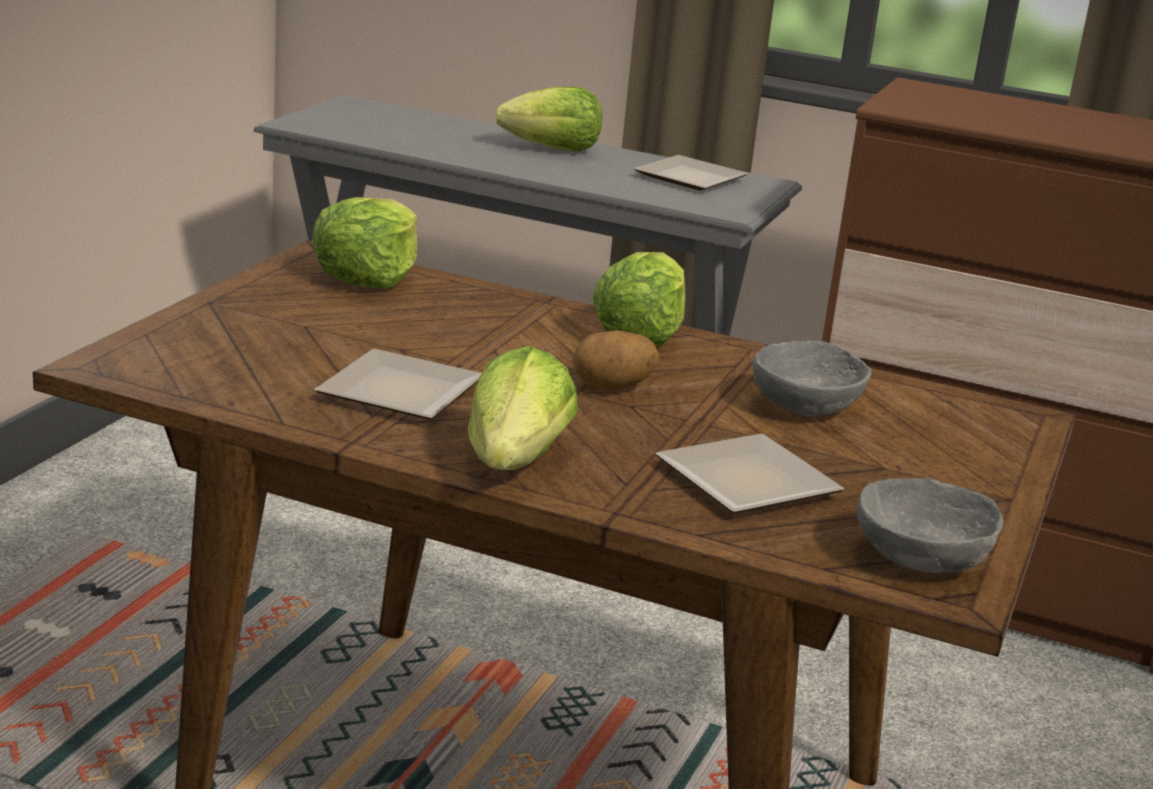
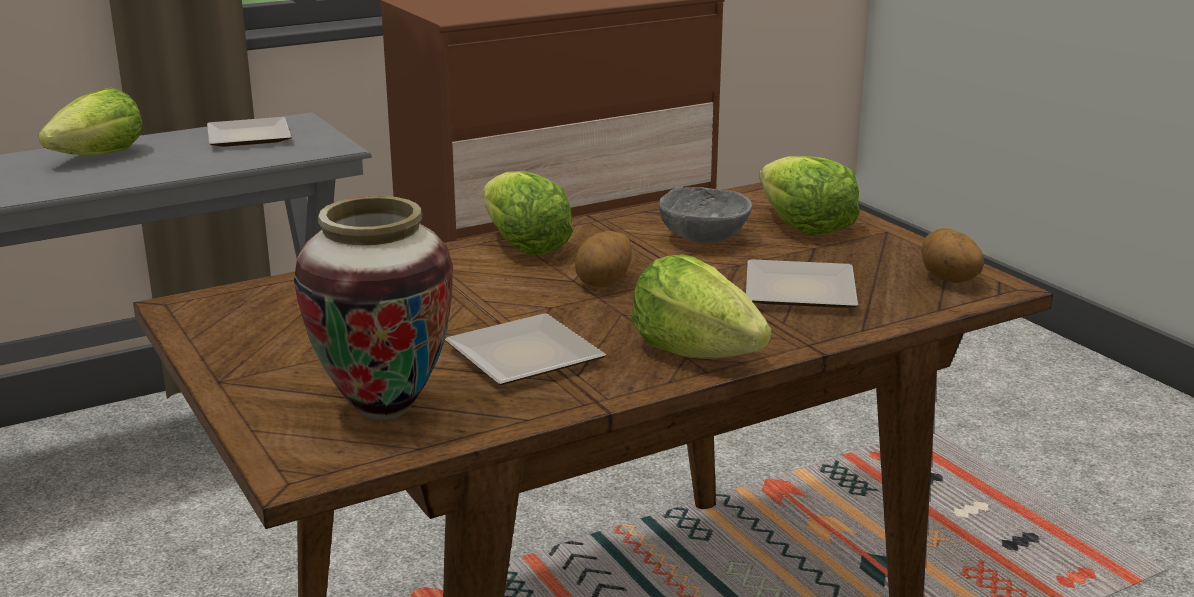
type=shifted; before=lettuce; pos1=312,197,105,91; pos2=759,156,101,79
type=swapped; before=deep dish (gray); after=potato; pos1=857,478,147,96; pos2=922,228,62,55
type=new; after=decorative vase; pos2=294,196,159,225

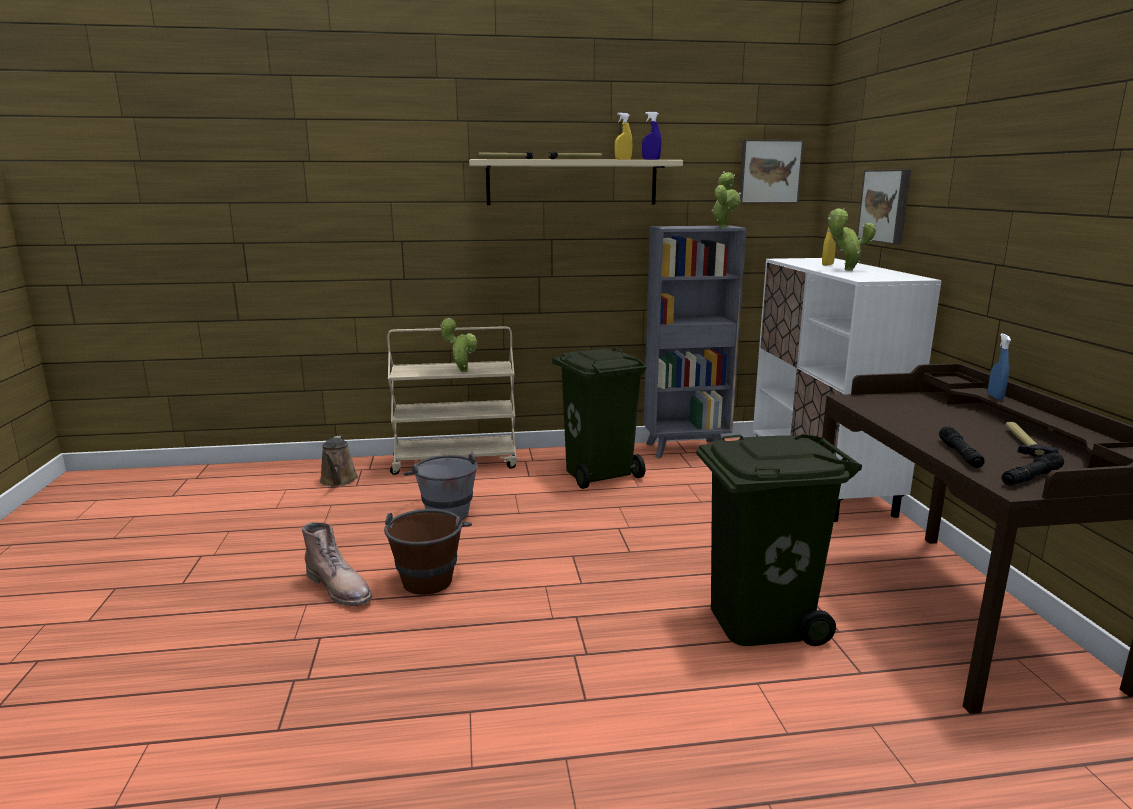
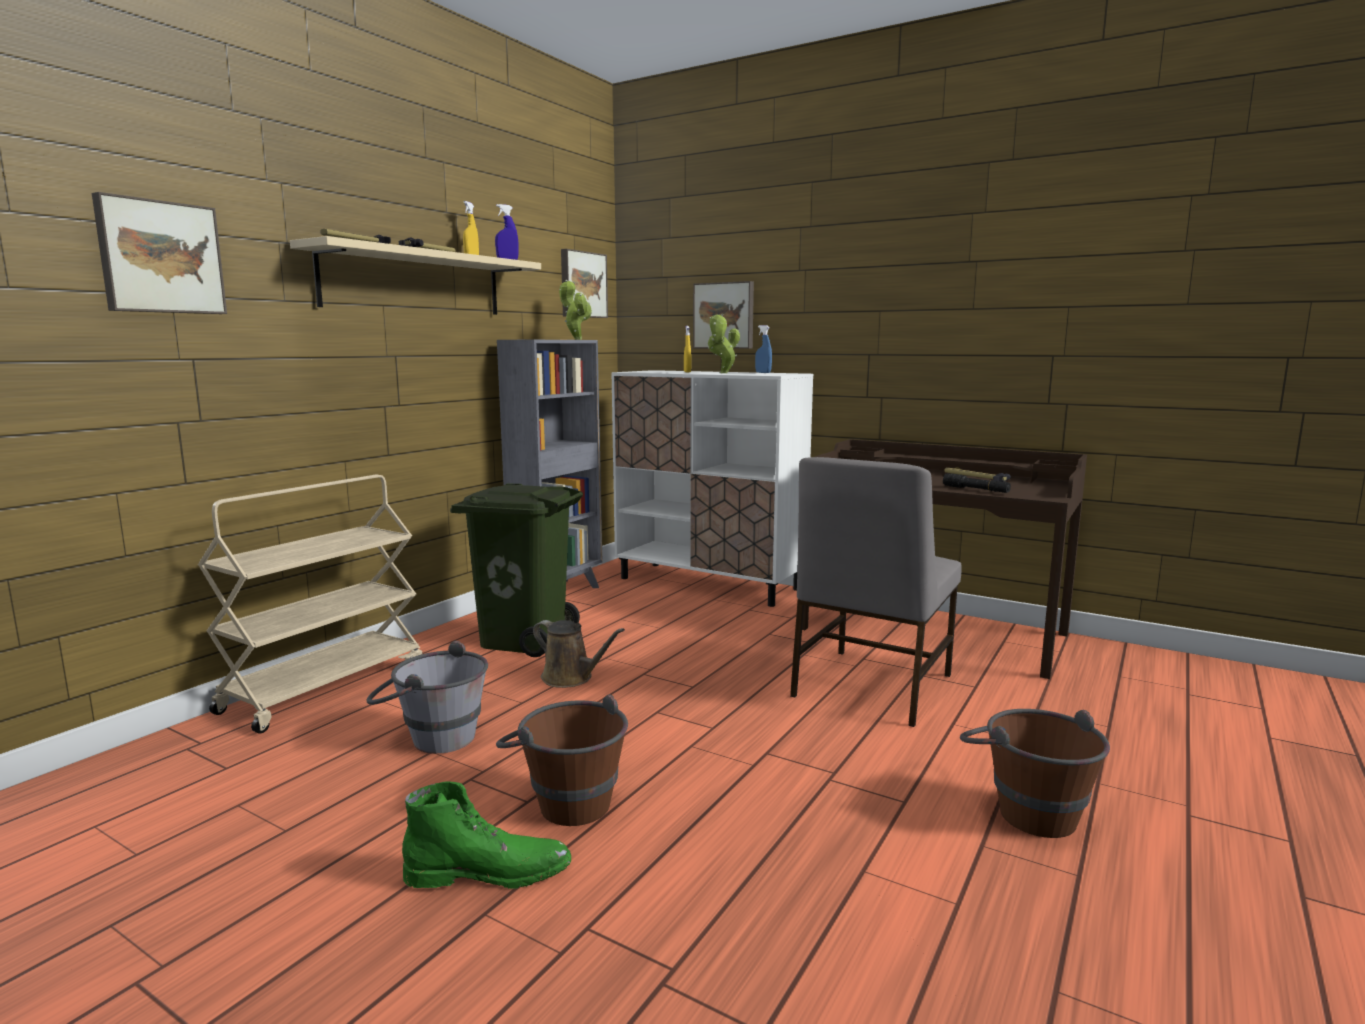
type=gone; before=potted plant; pos1=440,318,37,54
type=shifted; before=hand sprayer (blue-coloured); pos1=988,334,23,66; pos2=755,325,17,48
type=swapped; before=trash can (greenish); after=plain chair (gray); pos1=696,434,166,212; pos2=790,457,172,270
type=shifted; before=watering can (brown); pos1=320,436,38,50; pos2=533,620,92,68
type=gone; before=flashlight (black-coloured); pos1=1002,453,62,33
type=repainted; before=tall boot (brown); after=tall boot (greenish); pos1=302,523,70,83; pos2=402,781,169,108
type=new; after=wall art; pos2=92,192,135,122
type=new; after=water bucket (brown); pos2=960,709,150,129

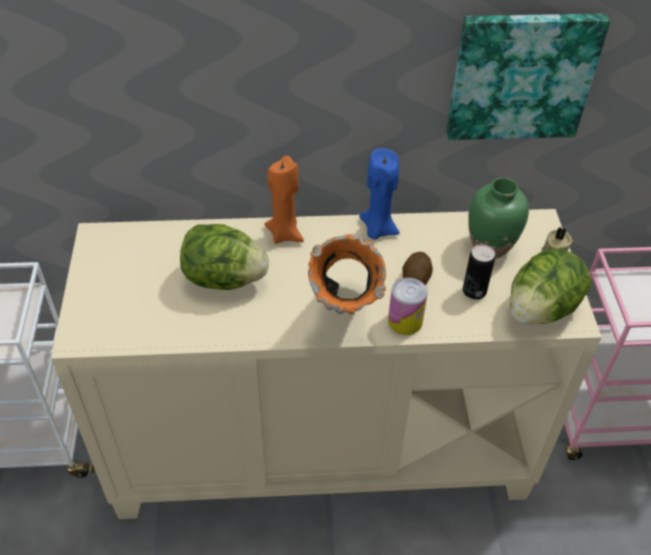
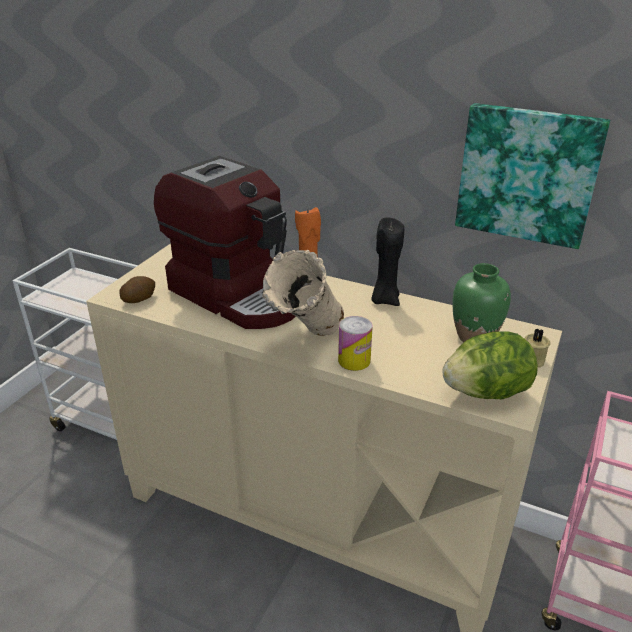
type=repainted; before=candle (blue-coloured); after=candle (black-coloured); pos1=359,148,41,92; pos2=371,217,33,89
type=swapped; before=lettuce; after=coffee brewer; pos1=180,224,89,66; pos2=154,156,142,173
type=repainted; before=decorative vase (orange); after=decorative vase (beige); pos1=308,234,78,80; pos2=262,250,82,86
type=gone; before=can; pos1=463,244,32,55
type=shifted; before=potato; pos1=402,252,31,33; pos2=120,276,35,27

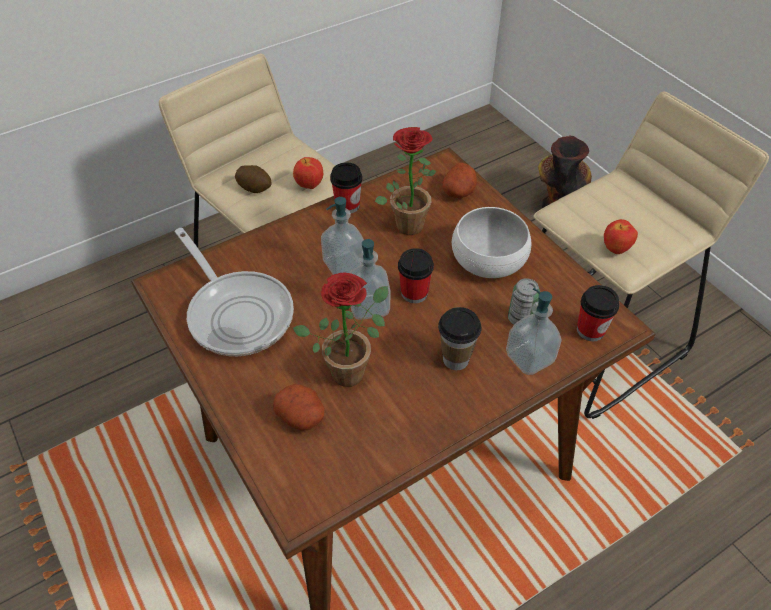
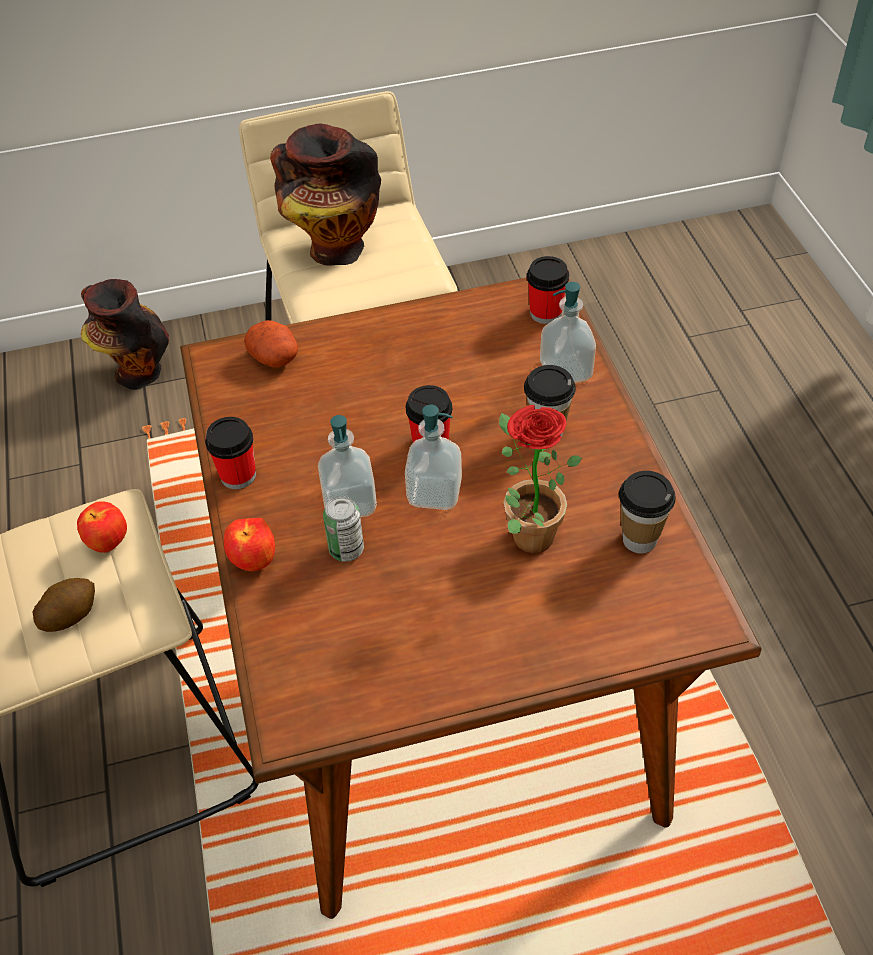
type=gone; before=potted plant; pos1=375,127,61,108
type=gone; before=deep dish (white-coloured); pos1=452,207,79,71
type=shifted; before=apple; pos1=604,219,34,35; pos2=224,518,51,53
type=gone; before=skillet; pos1=175,228,119,128
type=shifted; before=can; pos1=508,278,32,47; pos2=323,496,41,66
type=gone; before=potato; pos1=273,384,52,47
type=new; after=decorative vase; pos2=270,124,111,142
type=new; after=cup; pos2=619,471,57,83

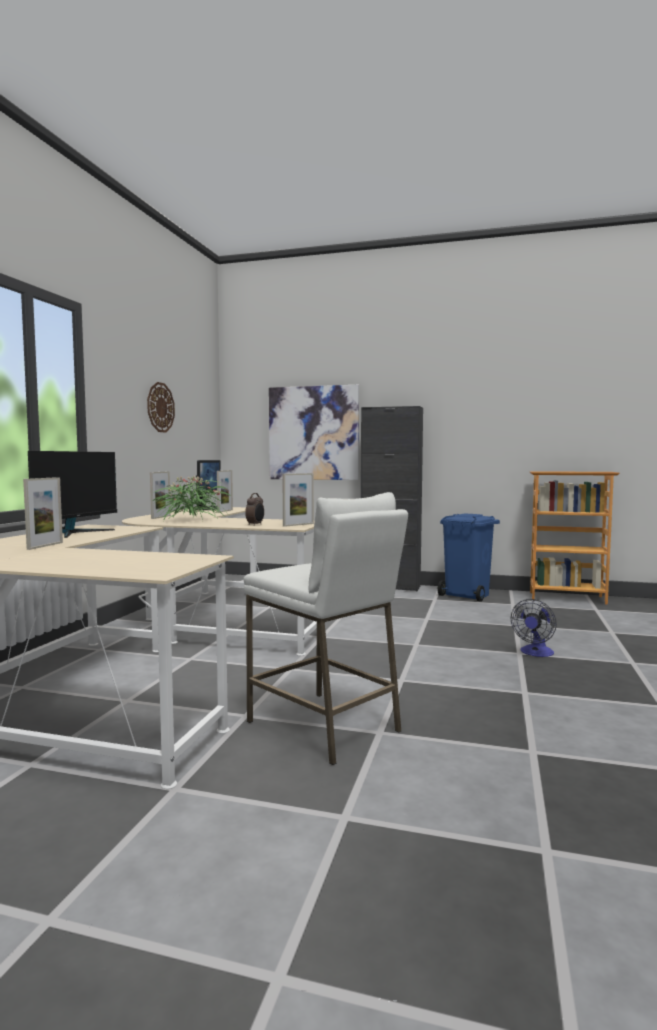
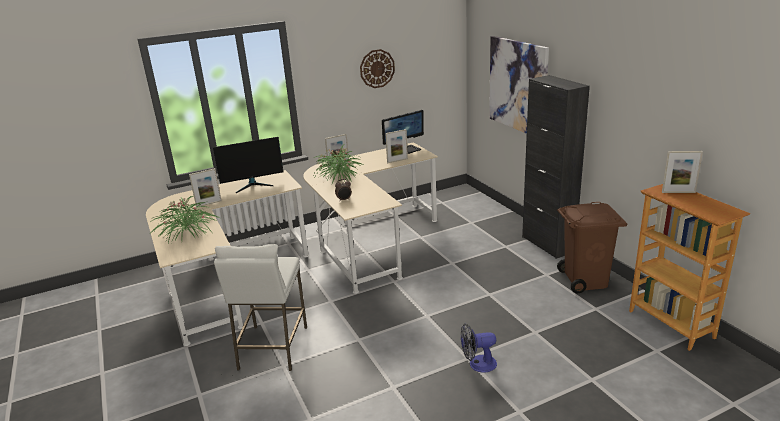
type=shifted; before=standing frame; pos1=282,473,32,54; pos2=662,151,41,42
type=repainted; before=trash can (blue-coloured); after=trash can (brown); pos1=437,514,63,88; pos2=557,202,70,91
type=new; after=potted plant; pos2=150,196,70,47

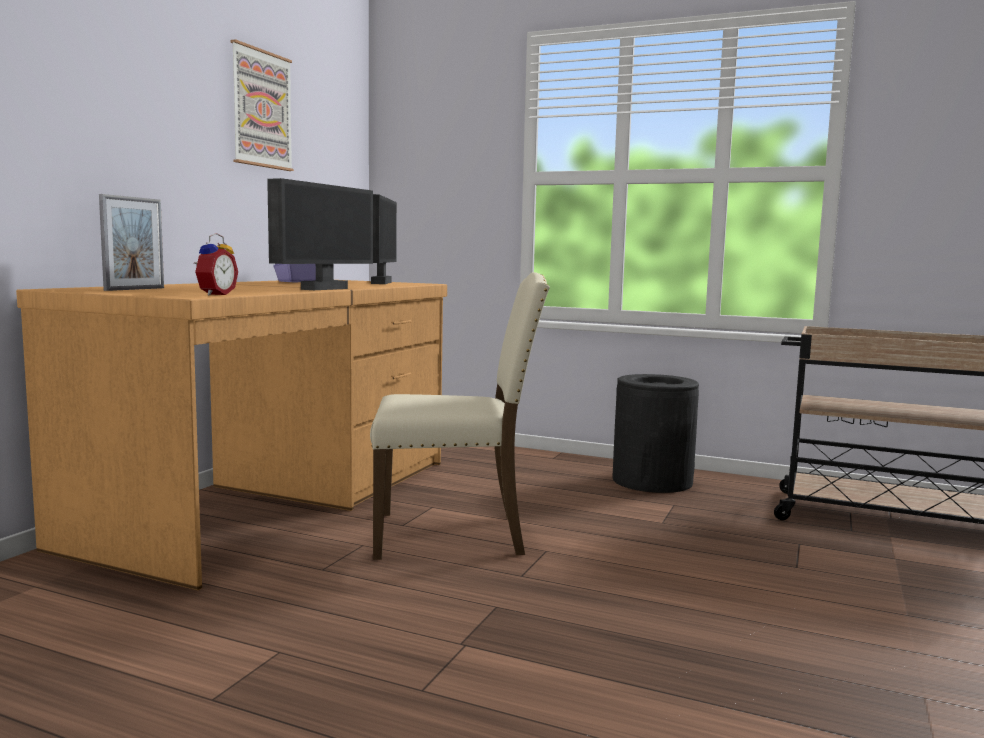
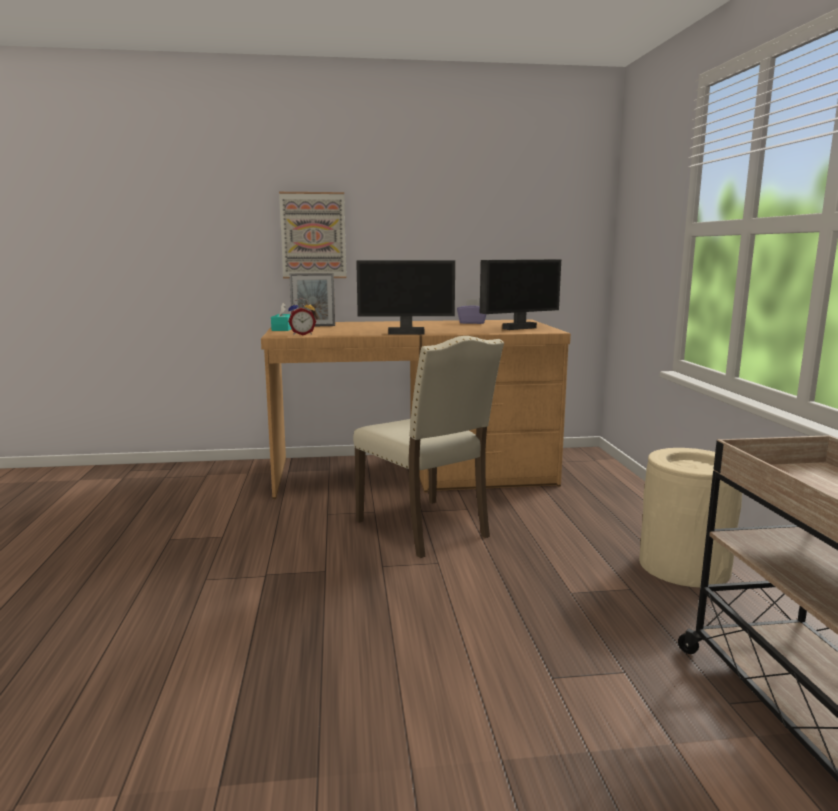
type=shifted; before=wall art; pos1=231,39,63,132; pos2=279,192,68,87
type=repainted; before=trash can (black-coloured); after=trash can (beige); pos1=613,374,86,119; pos2=639,448,103,139
type=new; after=tissue box (turquoise); pos2=271,302,20,29

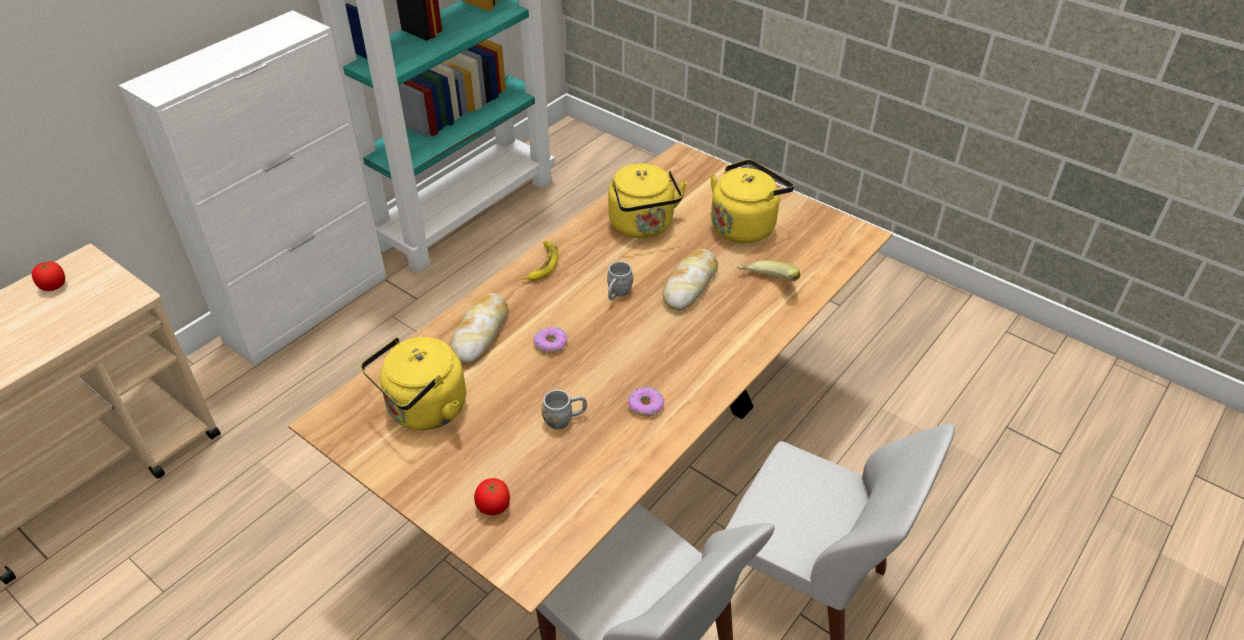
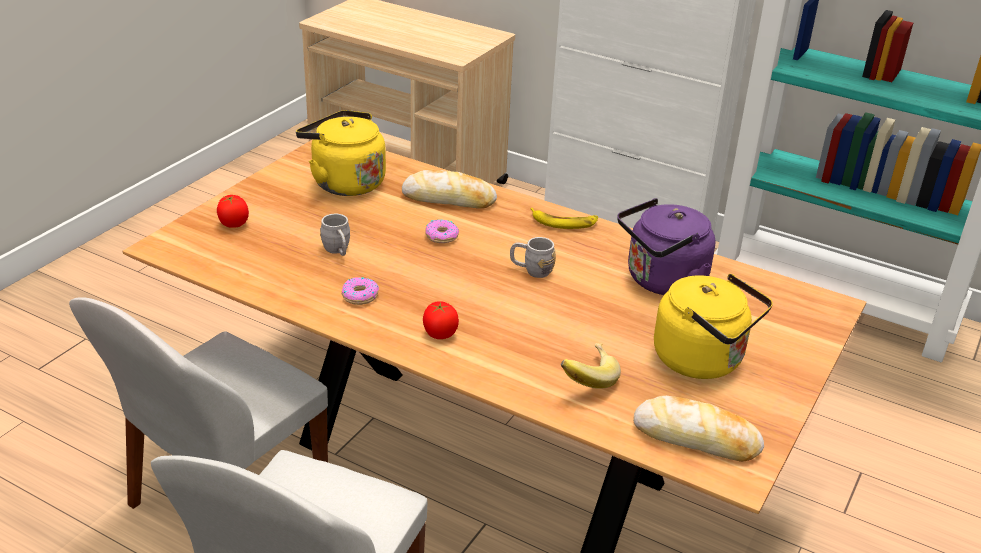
type=repainted; before=water kettle (yellow); after=water kettle (purple-coloured); pos1=608,164,79,74; pos2=617,198,98,97
type=shifted; before=bakery bread; pos1=663,249,55,61; pos2=633,396,131,66
type=shifted; before=fresh tomato; pos1=32,262,33,29; pos2=423,301,36,38

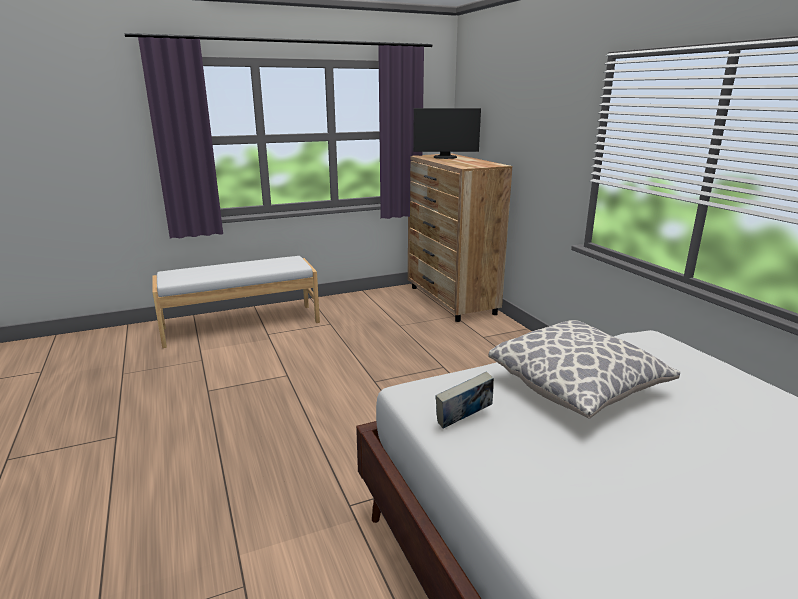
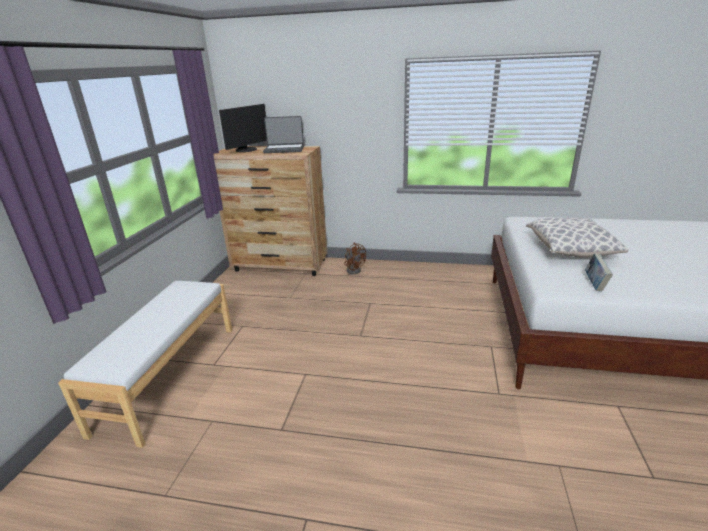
type=new; after=laptop; pos2=263,116,41,37
type=new; after=electric fan (brown); pos2=344,243,22,31

